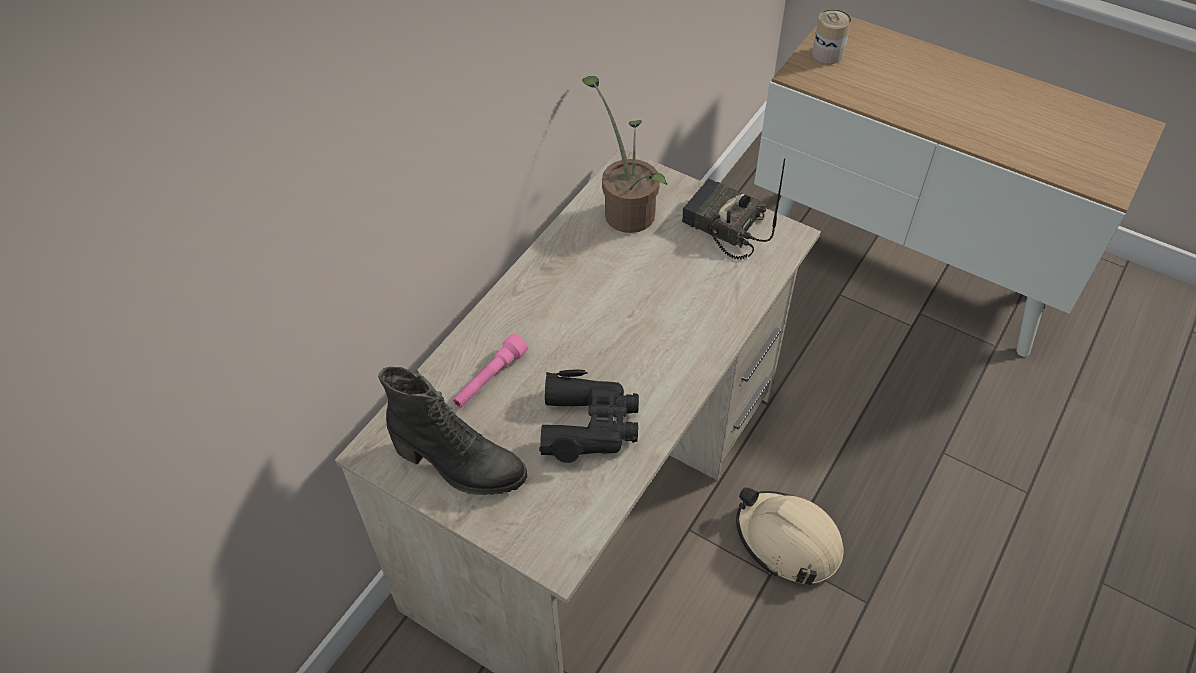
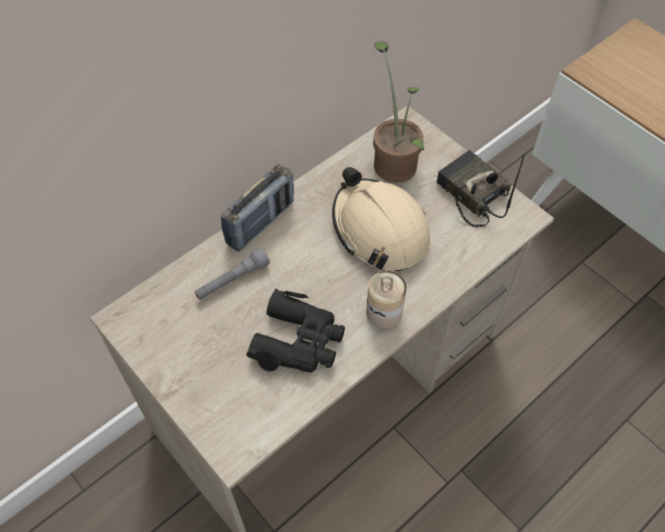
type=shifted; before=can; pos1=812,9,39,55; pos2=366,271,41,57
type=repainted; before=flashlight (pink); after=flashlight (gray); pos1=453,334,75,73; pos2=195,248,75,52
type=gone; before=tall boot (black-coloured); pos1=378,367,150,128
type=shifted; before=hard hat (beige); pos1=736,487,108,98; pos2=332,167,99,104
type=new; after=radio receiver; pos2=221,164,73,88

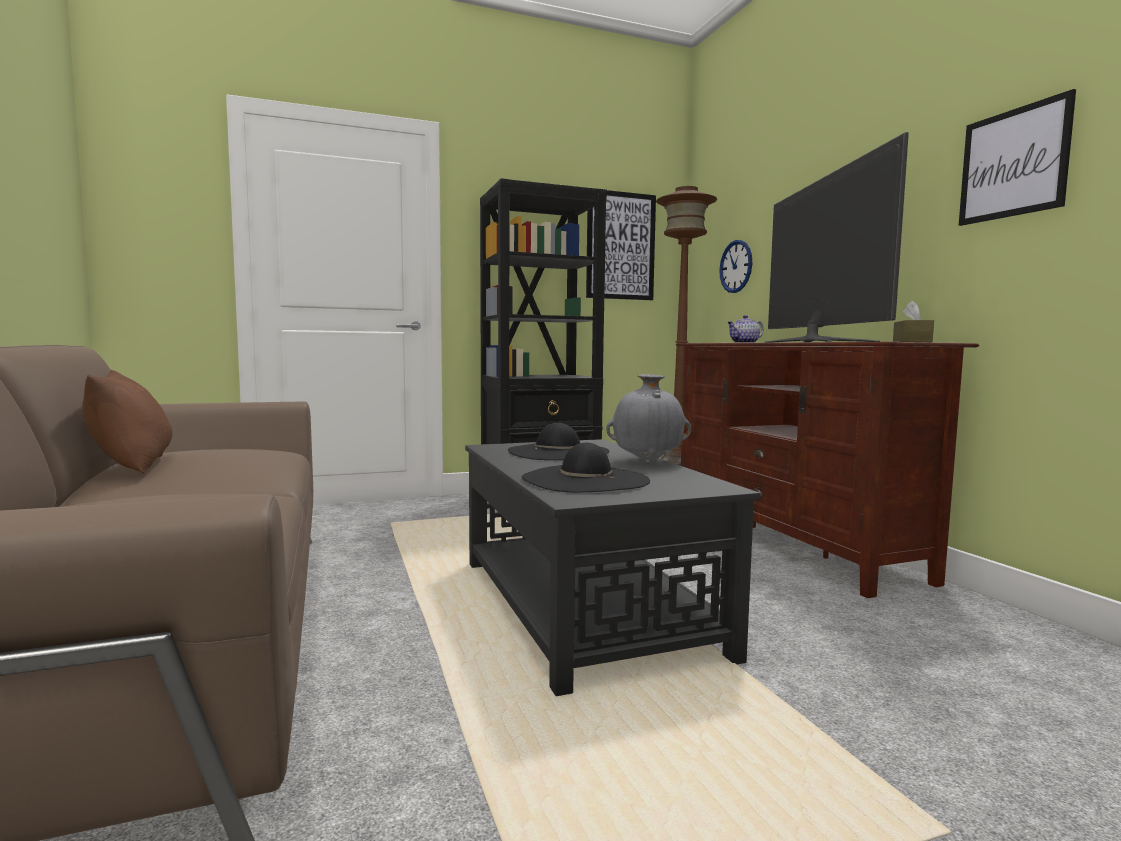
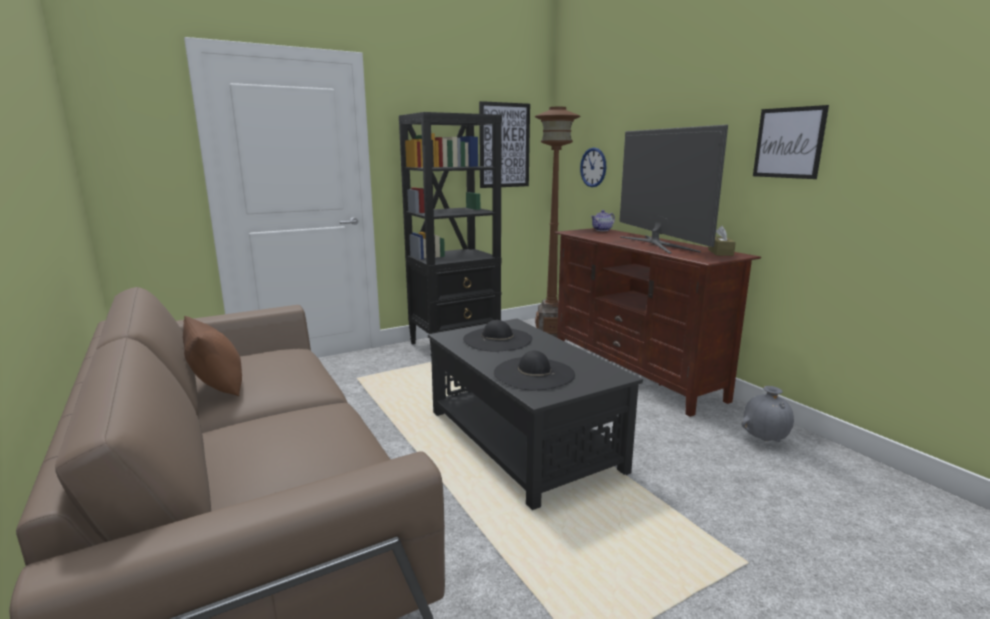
type=shifted; before=decorative vase (gray); pos1=606,374,86,88; pos2=742,386,52,56

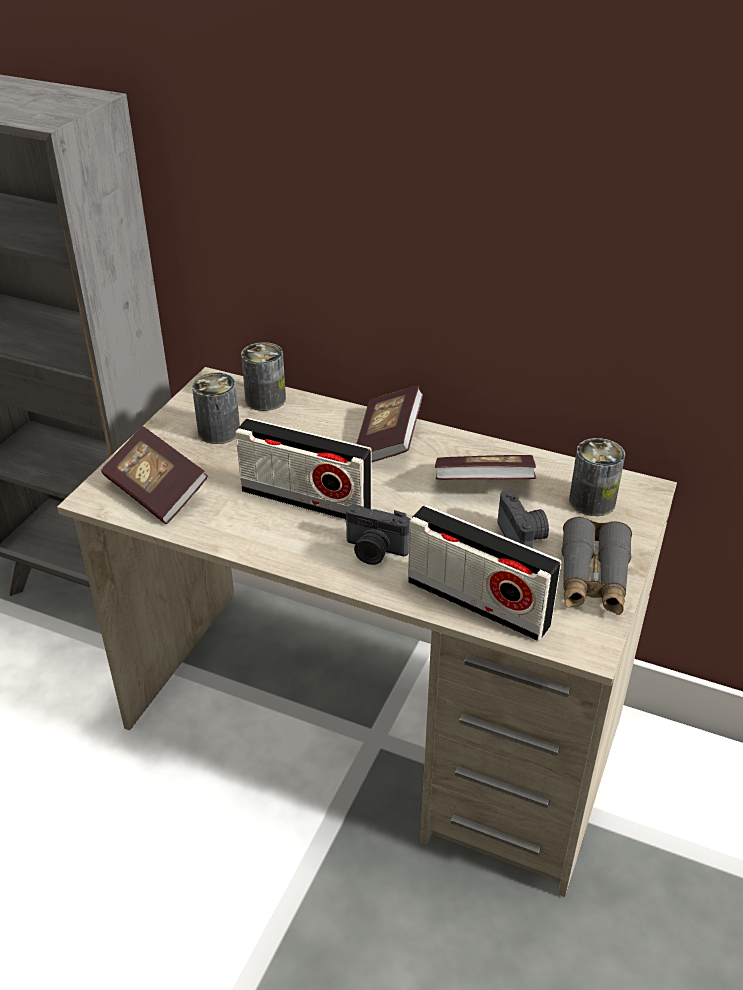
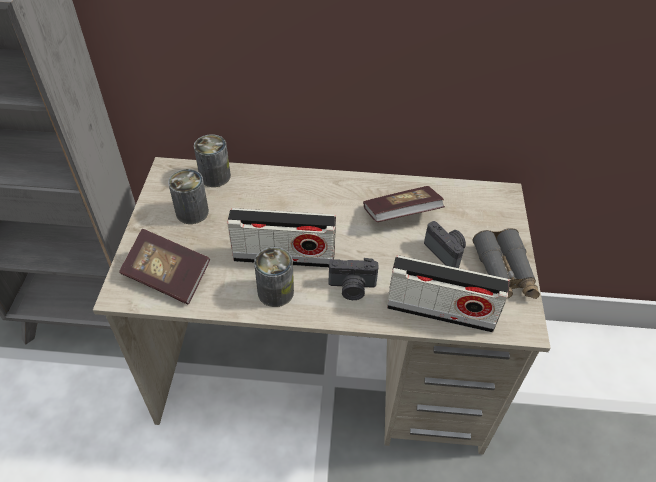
type=gone; before=bound book; pos1=356,386,67,77
type=shifted; before=can; pos1=569,438,56,78; pos2=254,247,40,60

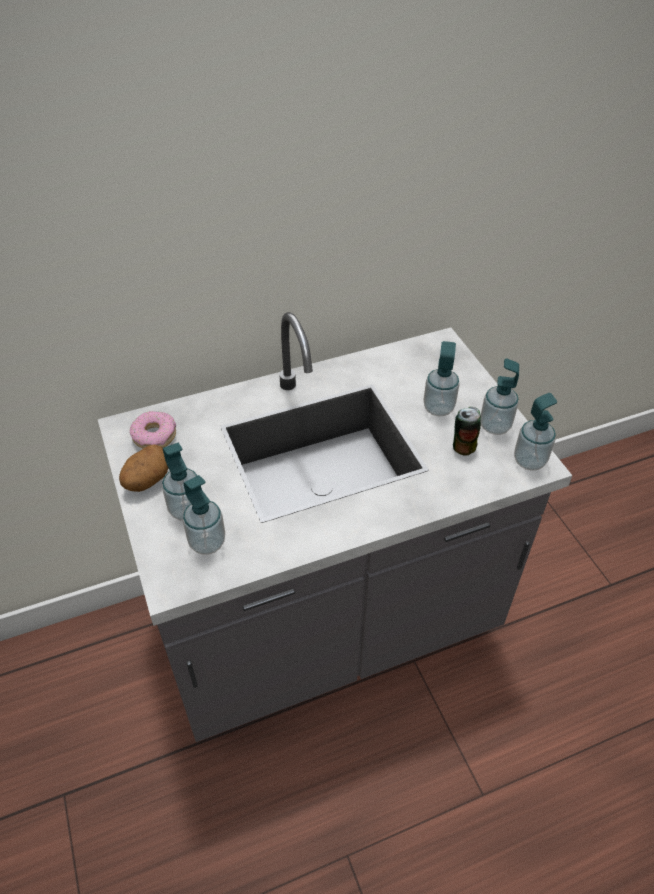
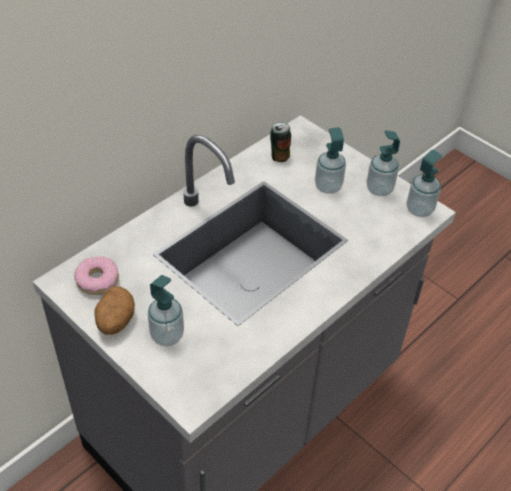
type=shifted; before=can; pos1=453,407,28,49; pos2=270,121,21,41
type=gone; before=soap dispenser; pos1=183,475,42,80

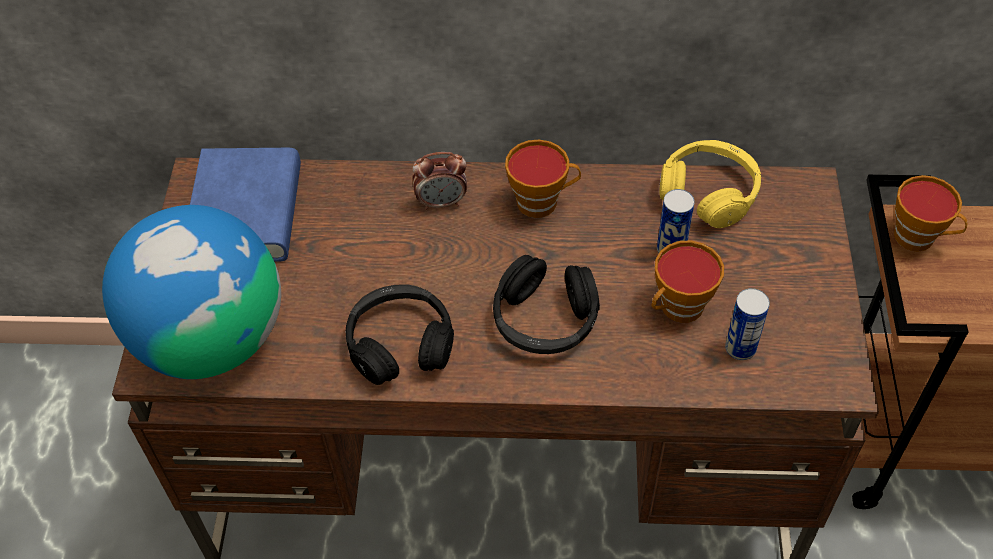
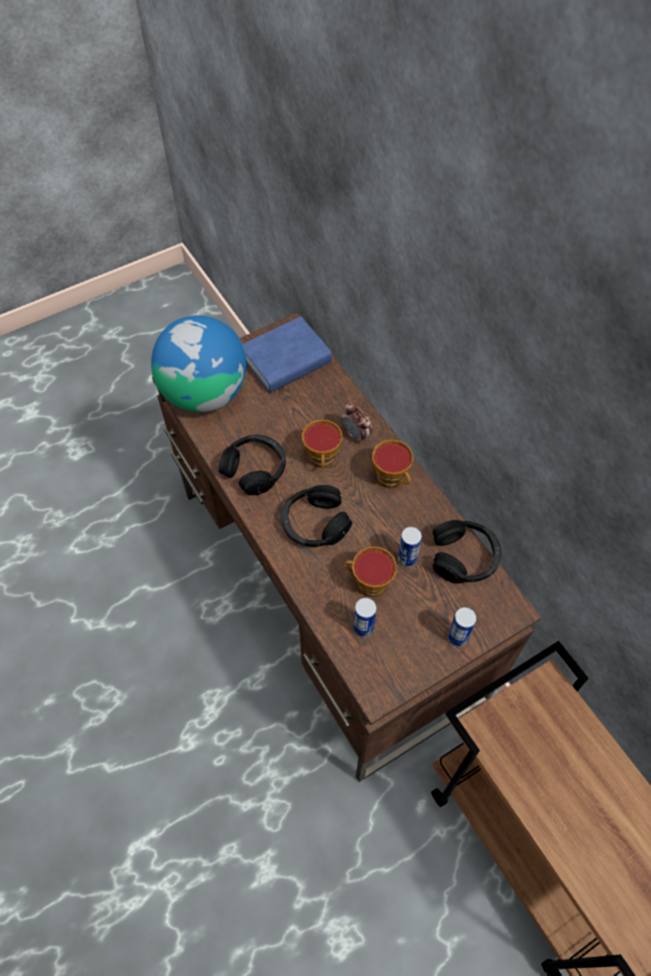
type=repainted; before=pair of headphones (yellow); after=pair of headphones (black-coloured); pos1=659,140,102,88; pos2=433,520,68,64
type=shifted; before=cup; pos1=894,175,74,77; pos2=302,420,41,48
type=new; after=can; pos2=448,607,29,40

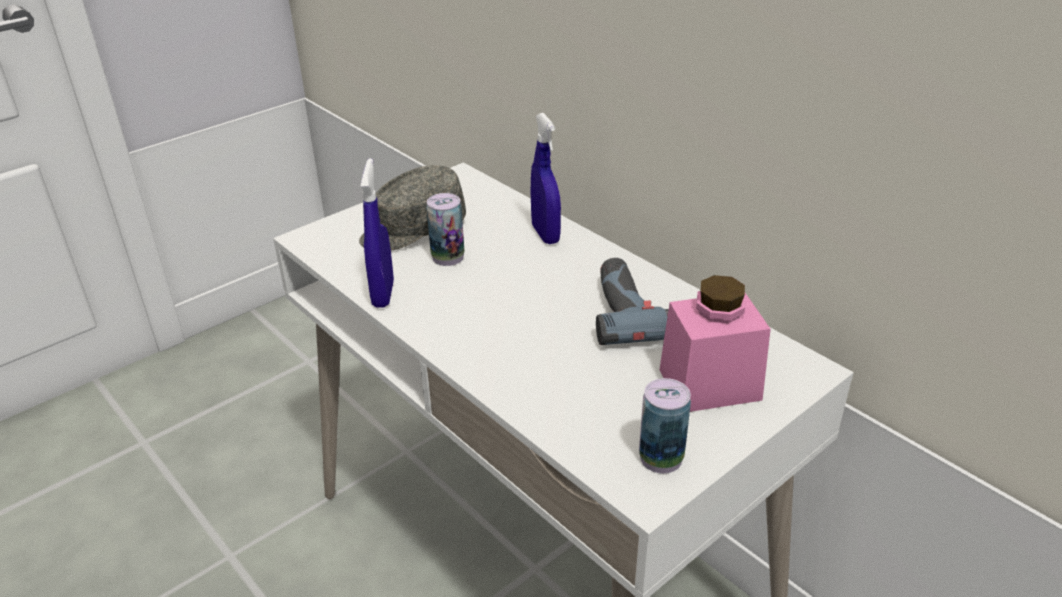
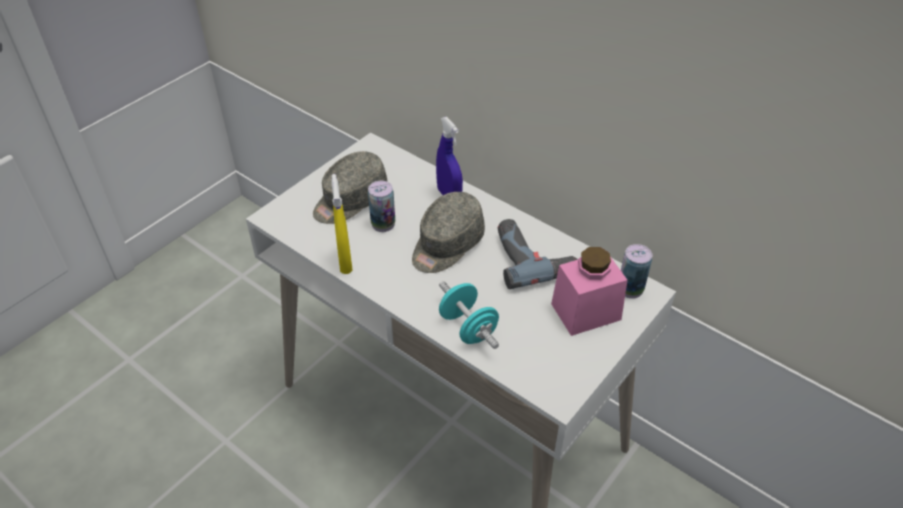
type=repainted; before=hand sprayer (blue-coloured); after=hand sprayer (yellow); pos1=361,159,33,149; pos2=331,174,22,100
type=shifted; before=can; pos1=639,378,52,96; pos2=621,244,31,55
type=new; after=cap (gray); pos2=412,192,73,81
type=new; after=hand weight (turquoise); pos2=439,281,60,68

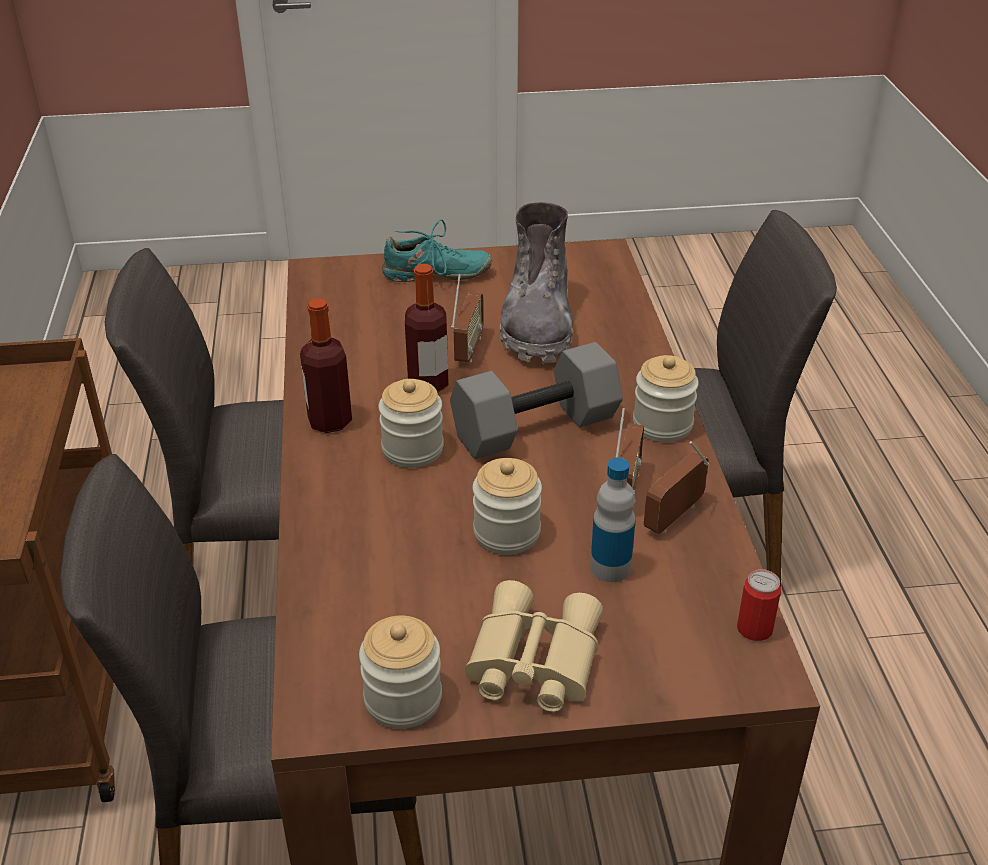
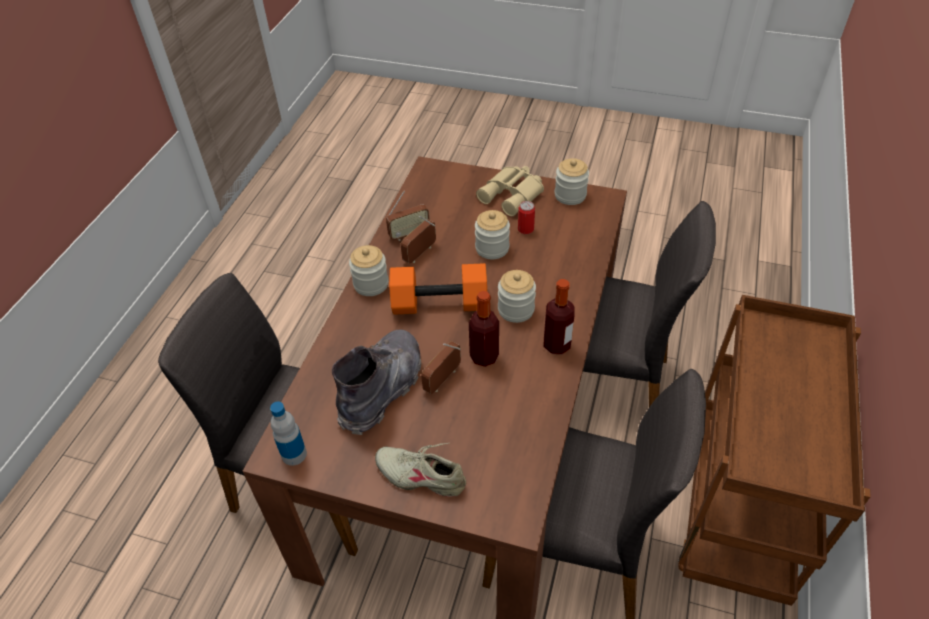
type=repainted; before=low shoe (turquoise); after=low shoe (beige); pos1=382,219,110,63; pos2=375,443,91,54
type=repainted; before=hand weight (gray); after=hand weight (orange); pos1=450,342,173,117; pos2=389,263,98,52
type=shifted; before=drink bottle; pos1=590,458,46,124; pos2=270,401,37,65
type=shifted; before=can; pos1=737,569,44,72; pos2=518,201,17,33

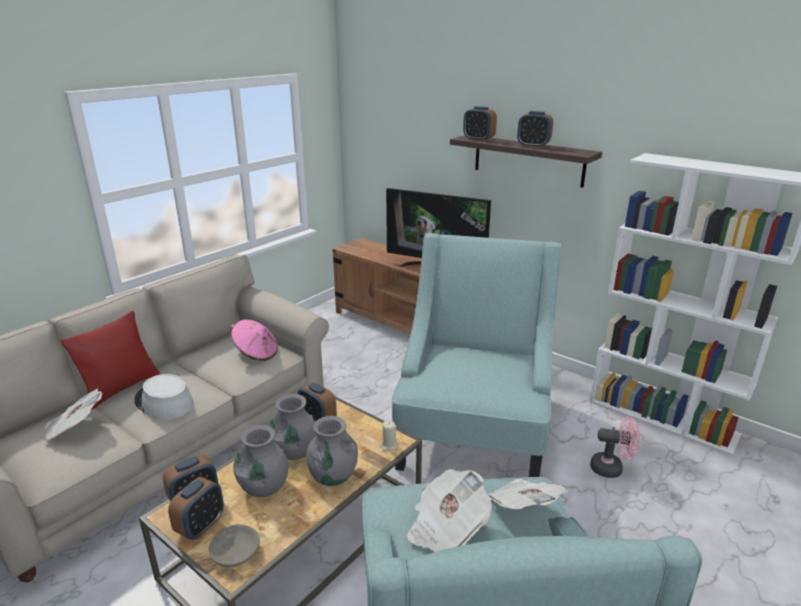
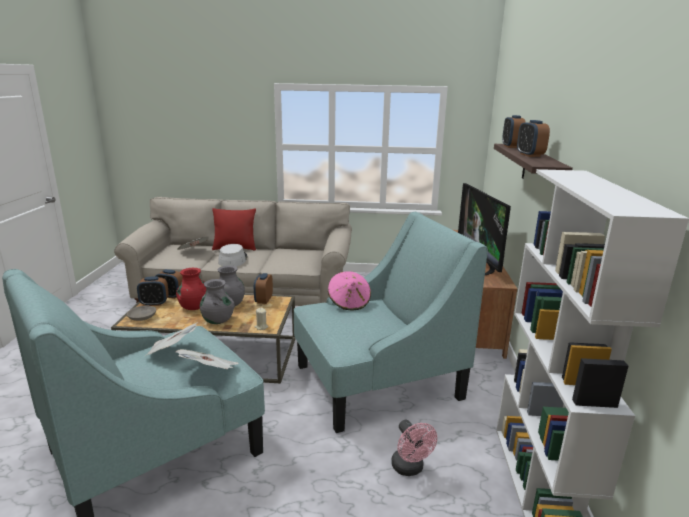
type=shifted; before=clothing hat (pink); pos1=230,320,48,41; pos2=328,271,43,40
type=repainted; before=decorative vase (gray); after=decorative vase (red); pos1=233,425,56,72; pos2=176,268,30,42

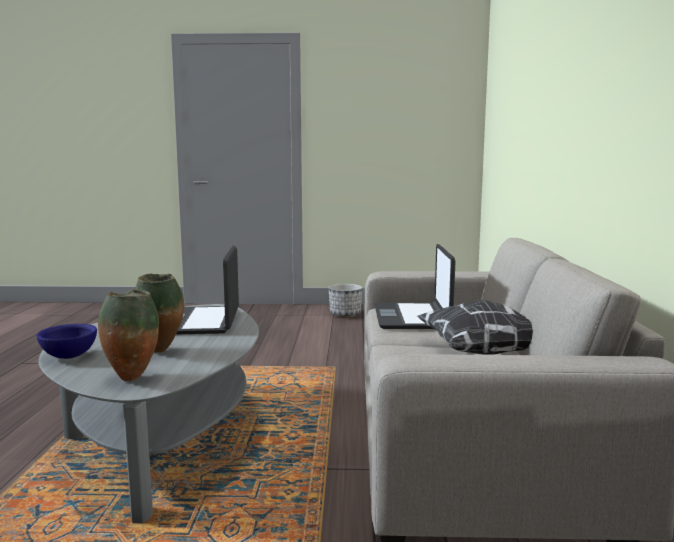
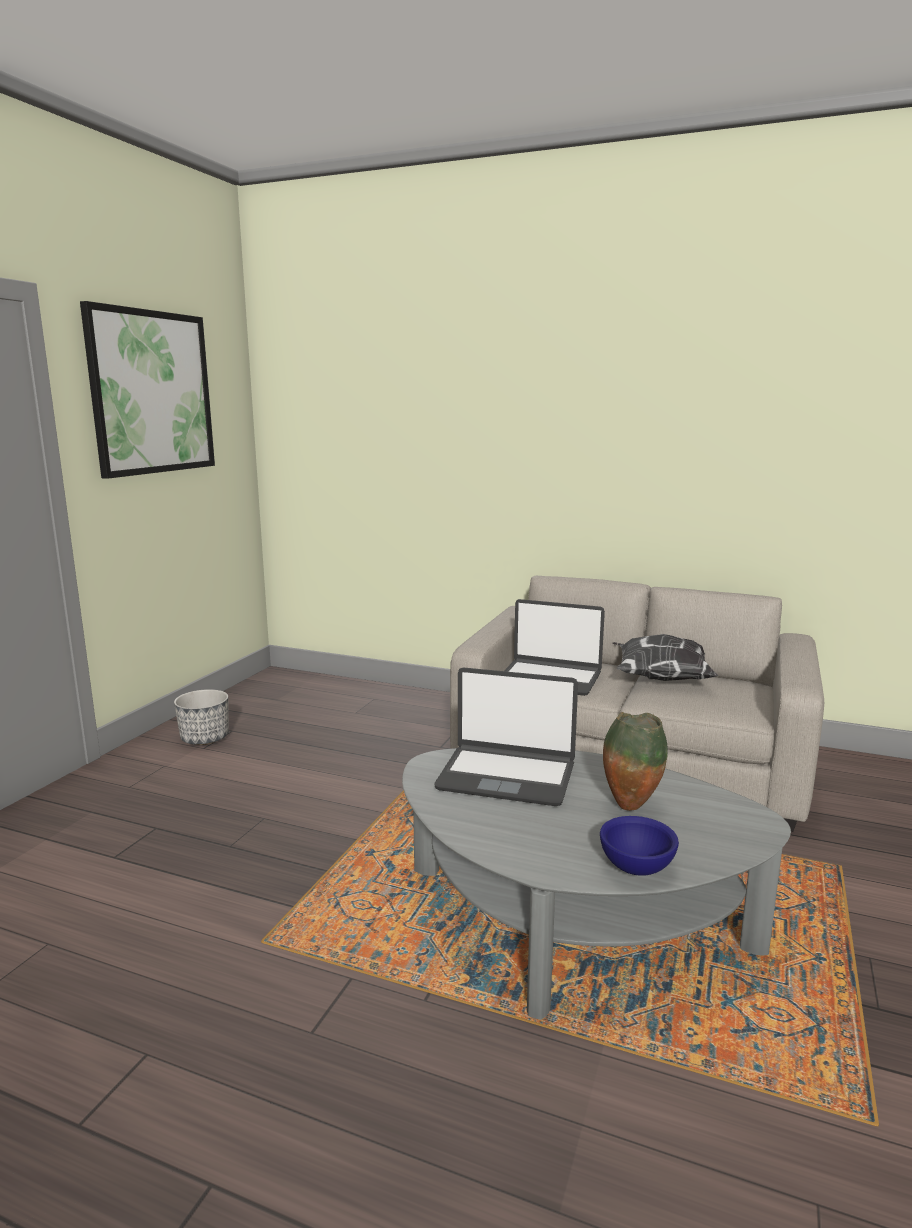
type=gone; before=decorative vase; pos1=98,289,61,92
type=new; after=wall art; pos2=80,301,135,178

